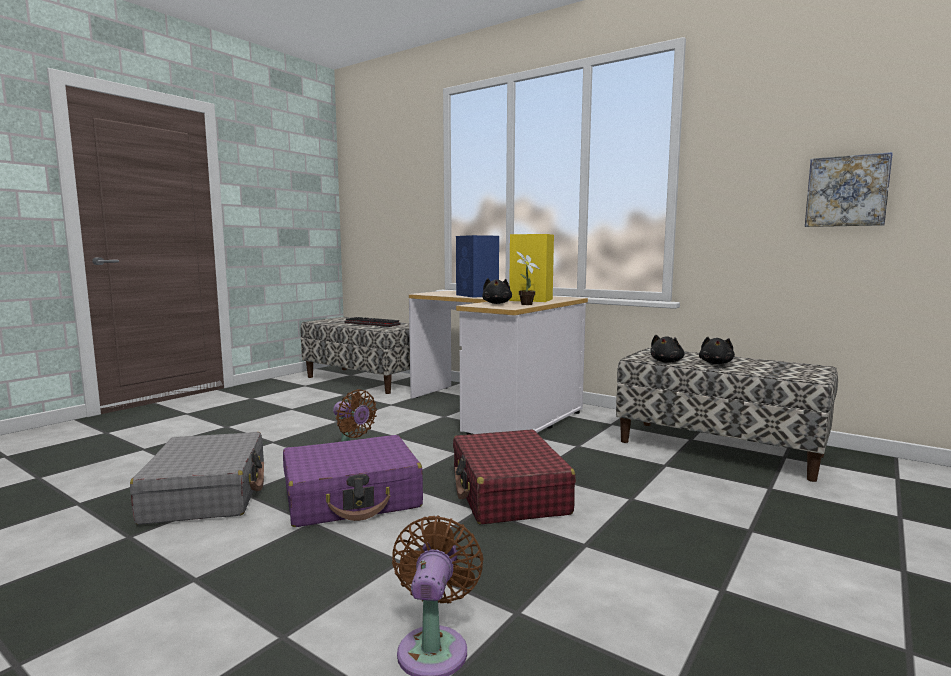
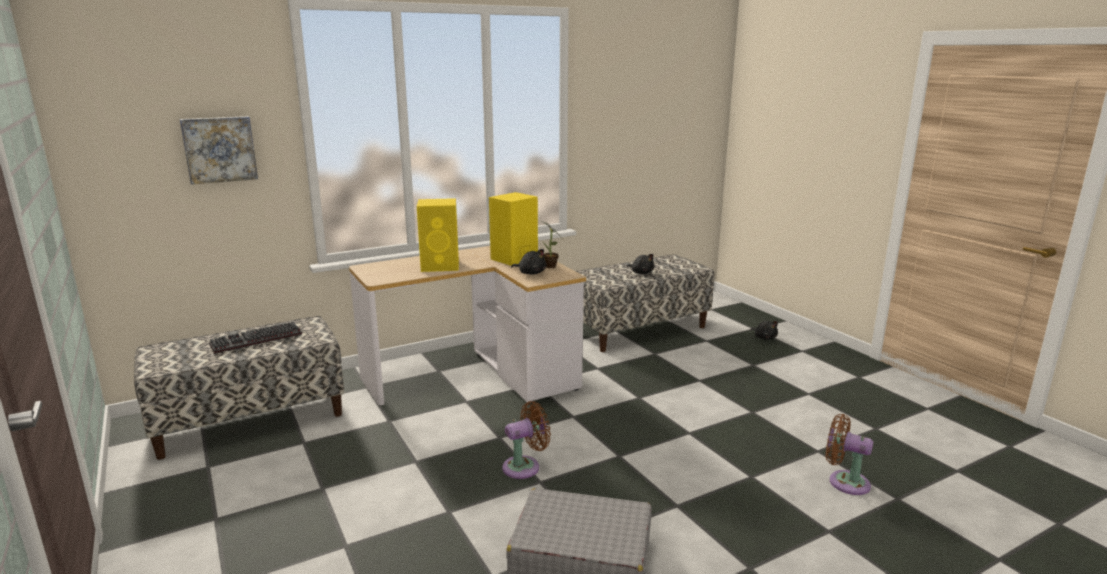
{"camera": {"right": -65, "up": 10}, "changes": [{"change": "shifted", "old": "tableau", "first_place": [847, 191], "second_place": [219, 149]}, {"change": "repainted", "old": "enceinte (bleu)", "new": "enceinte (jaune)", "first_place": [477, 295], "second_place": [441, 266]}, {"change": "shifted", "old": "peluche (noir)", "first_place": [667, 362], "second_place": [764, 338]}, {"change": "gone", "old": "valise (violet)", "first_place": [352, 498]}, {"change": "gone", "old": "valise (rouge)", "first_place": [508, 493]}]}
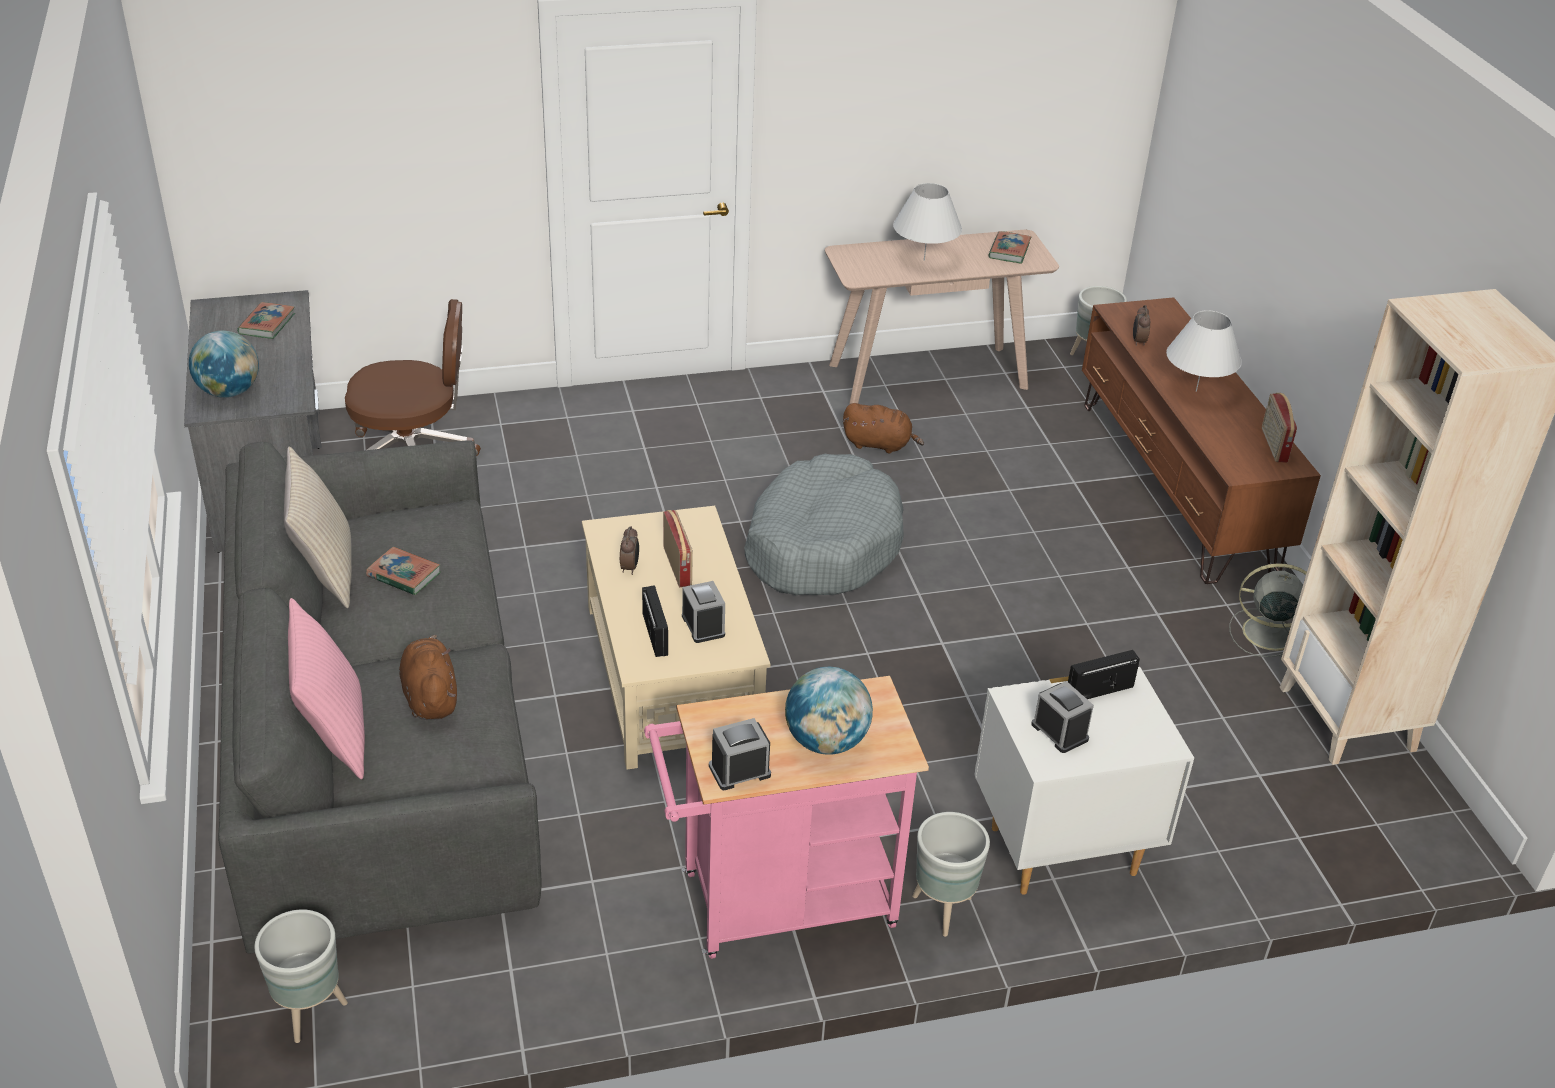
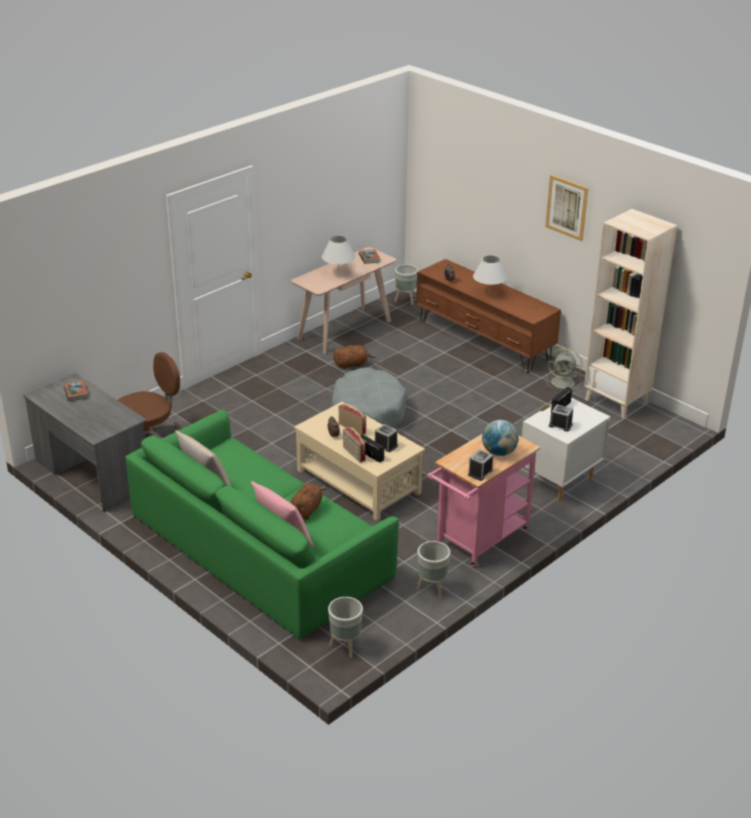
{"camera": {"right": -30, "up": -5}, "changes": [{"change": "repainted", "old": "canapé (gris)", "new": "canapé (vert)", "first_place": [381, 727], "second_place": [260, 546]}, {"change": "rotated", "old": "peluche (marron)", "first_place": [430, 696], "second_place": [306, 510], "degrees": 75}, {"change": "shifted", "old": "radio", "first_place": [1273, 445], "second_place": [353, 454]}, {"change": "shifted", "old": "cache-pot (gris)", "first_place": [941, 910], "second_place": [432, 589]}, {"change": "new", "new": "tableau", "second_place": [567, 207]}, {"change": "rotated", "old": "ventilateur (gris)", "first_place": [1266, 633], "second_place": [564, 382], "degrees": -150}, {"change": "gone", "old": "globe", "first_place": [229, 392]}, {"change": "gone", "old": "livre", "first_place": [404, 575]}]}
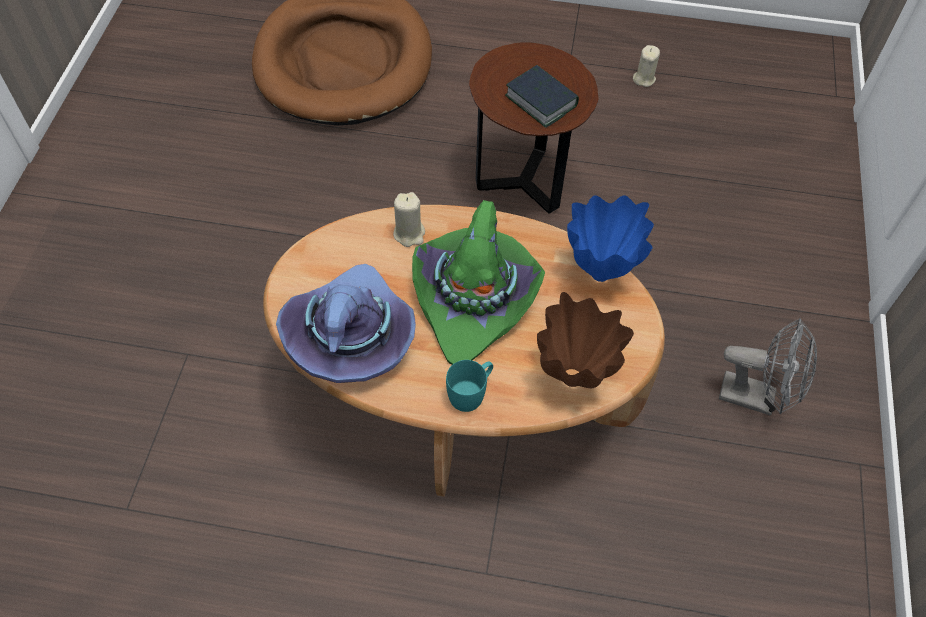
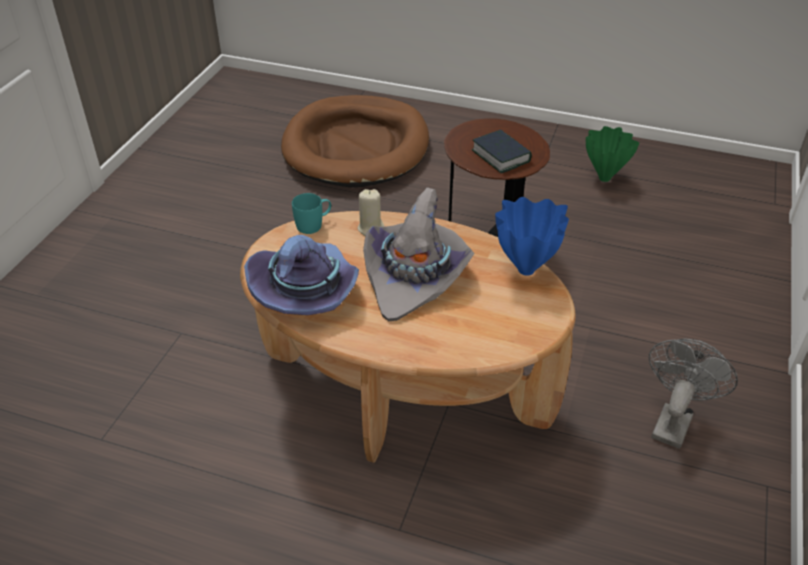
{"camera": {"right": 10, "up": -15}, "changes": [{"change": "shifted", "old": "mug (turquoise)", "first_place": [471, 392], "second_place": [314, 224]}, {"change": "repainted", "old": "chapeau (vert)", "new": "chapeau (gris)", "first_place": [475, 298], "second_place": [415, 276]}, {"change": "swapped", "old": "bougie (beige)", "new": "vase (vert)", "first_place": [643, 79], "second_place": [605, 178]}, {"change": "rotated", "old": "ventilateur (gris)", "first_place": [756, 397], "second_place": [673, 420], "degrees": -90}, {"change": "gone", "old": "vase (marron)", "first_place": [573, 379]}]}
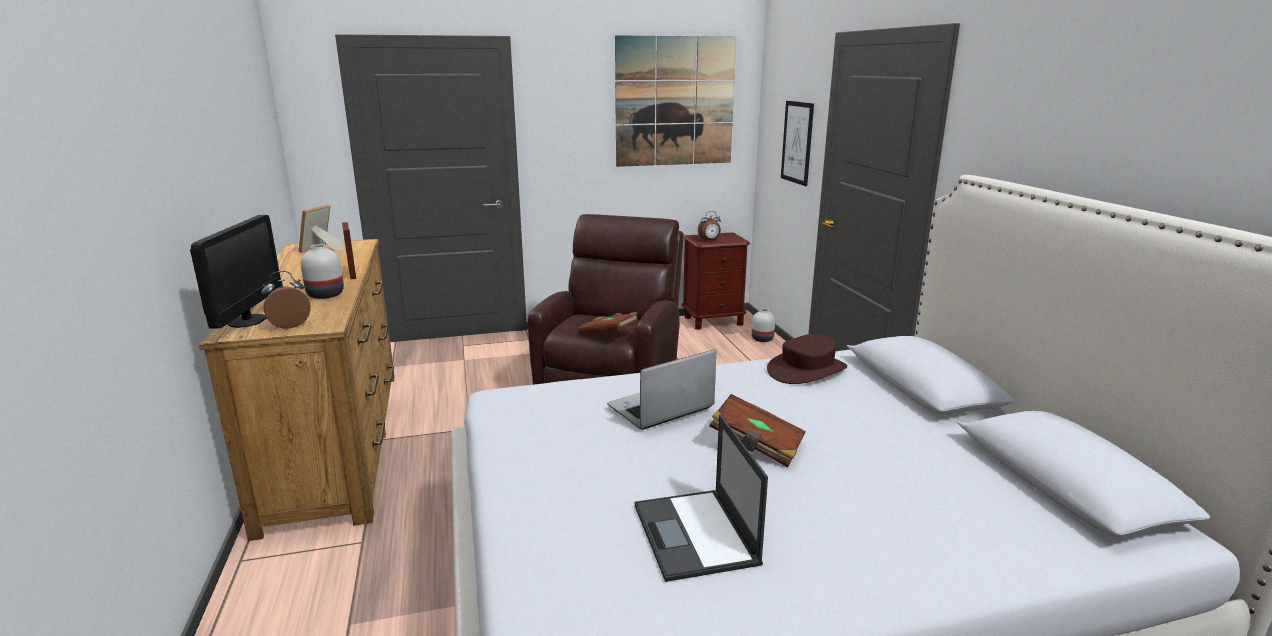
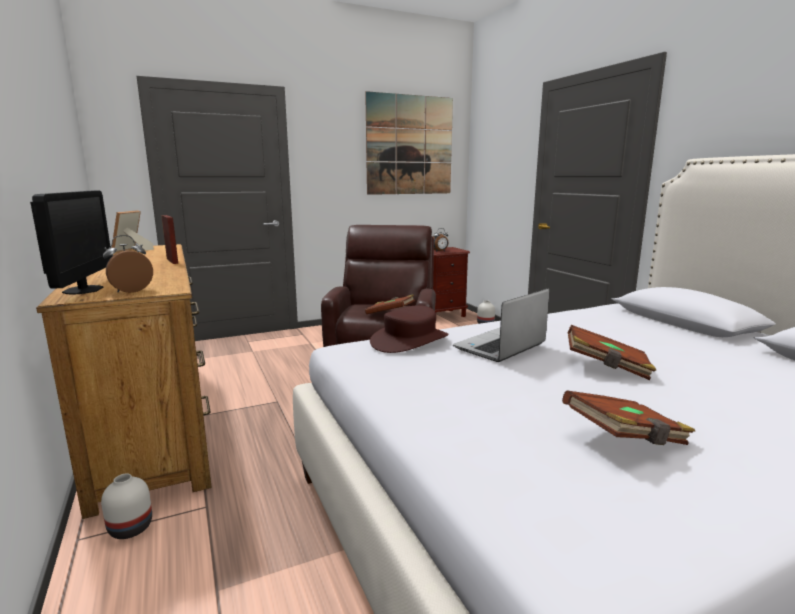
{"camera": {"right": -10, "up": -5}, "changes": [{"change": "shifted", "old": "vase (blanc)", "first_place": [325, 294], "second_place": [130, 527]}, {"change": "shifted", "old": "chapeau (marron)", "first_place": [807, 370], "second_place": [410, 340]}, {"change": "swapped", "old": "ordinateur portable", "new": "livre (marron)", "first_place": [696, 535], "second_place": [626, 439]}, {"change": "gone", "old": "tableau", "first_place": [797, 142]}]}
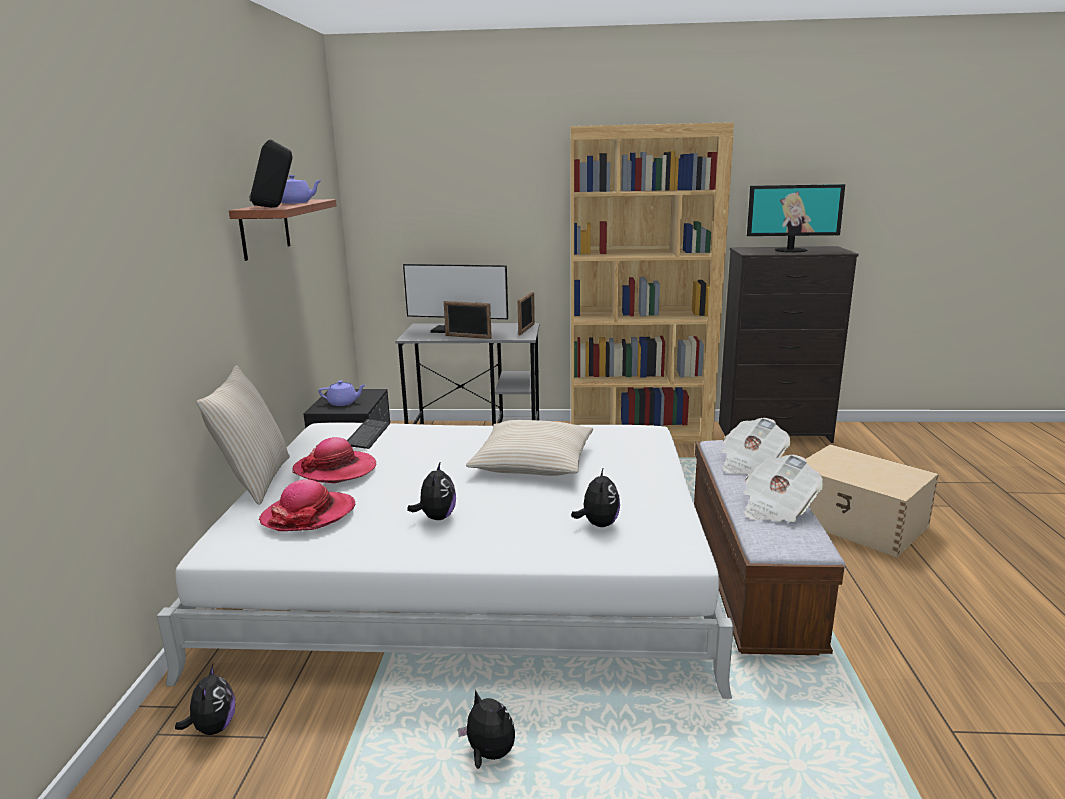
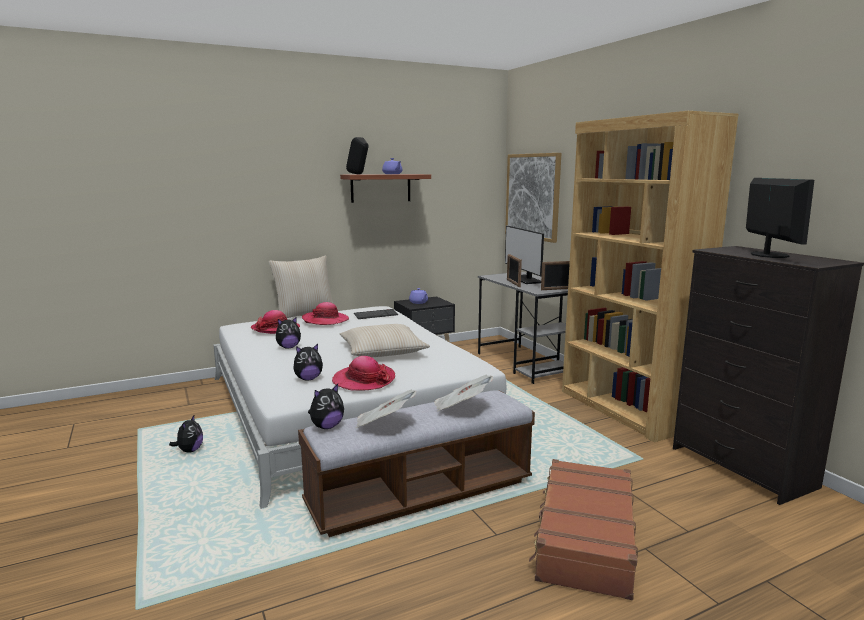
{"camera": {"right": 60, "up": -5}, "changes": [{"change": "shifted", "old": "peluche", "first_place": [213, 727], "second_place": [326, 426]}, {"change": "new", "new": "chapeau", "second_place": [364, 380]}, {"change": "new", "new": "tableau", "second_place": [532, 196]}, {"change": "swapped", "old": "boîte de rangement (beige)", "new": "valise (marron)", "first_place": [858, 522], "second_place": [584, 538]}, {"change": "rotated", "old": "écran d'ordinateur", "first_place": [790, 250], "second_place": [768, 255], "degrees": -150}]}
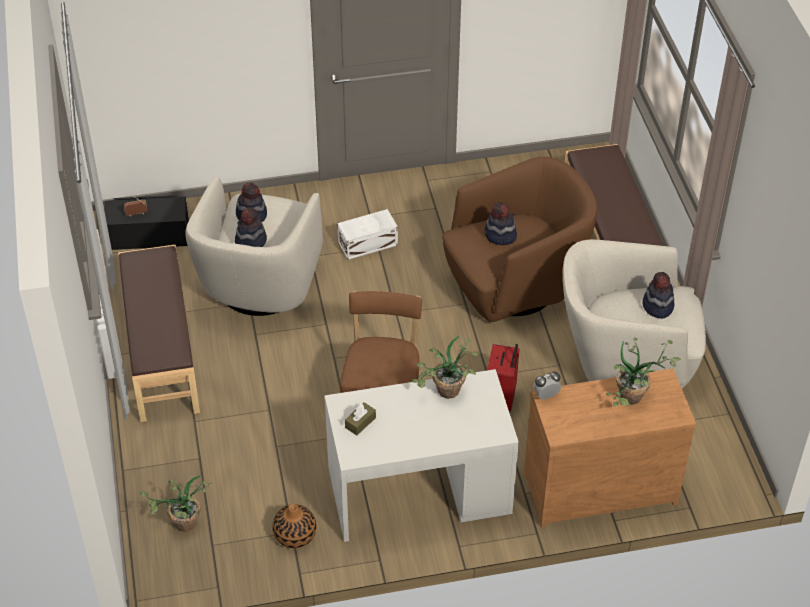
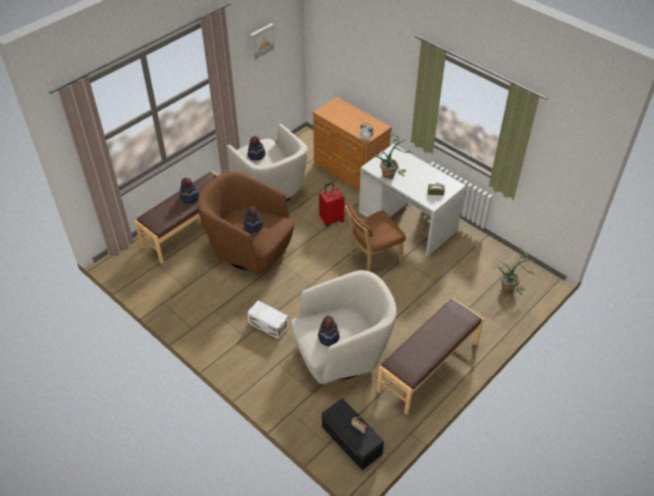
{"camera": {"right": -125, "up": 0}, "changes": [{"change": "shifted", "old": "chapeau", "first_place": [250, 241], "second_place": [190, 197]}, {"change": "new", "new": "tableau", "second_place": [261, 41]}, {"change": "gone", "old": "vase", "first_place": [295, 535]}, {"change": "gone", "old": "plante en pot", "first_place": [633, 401]}]}
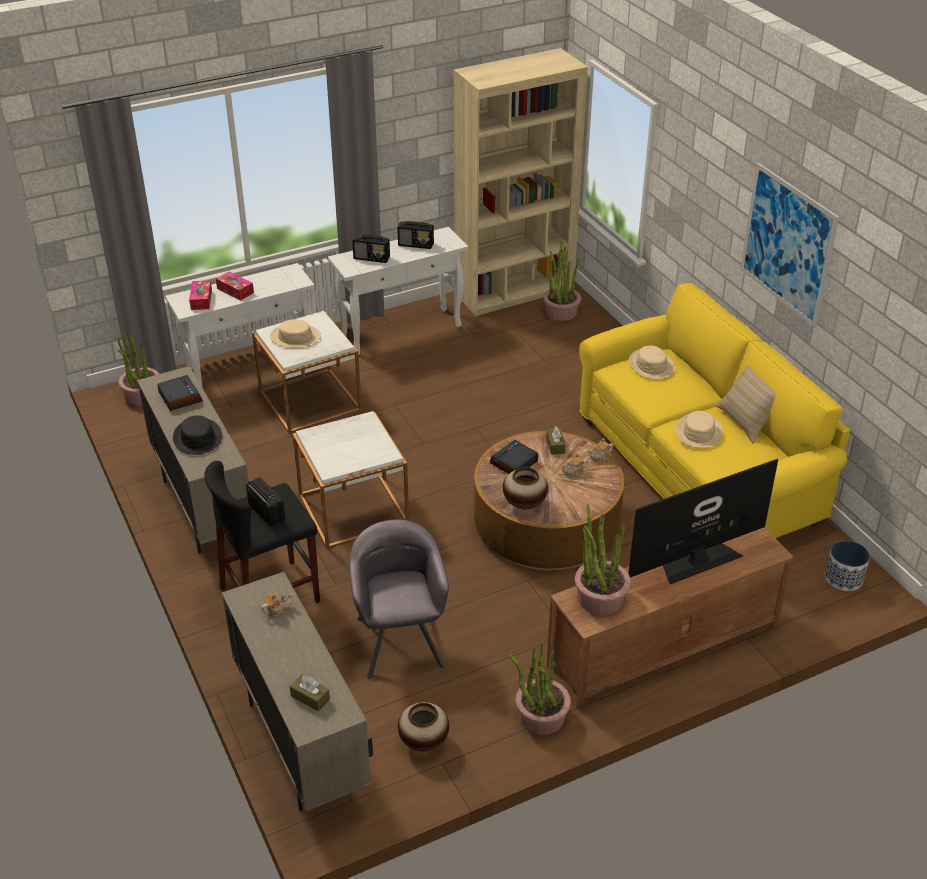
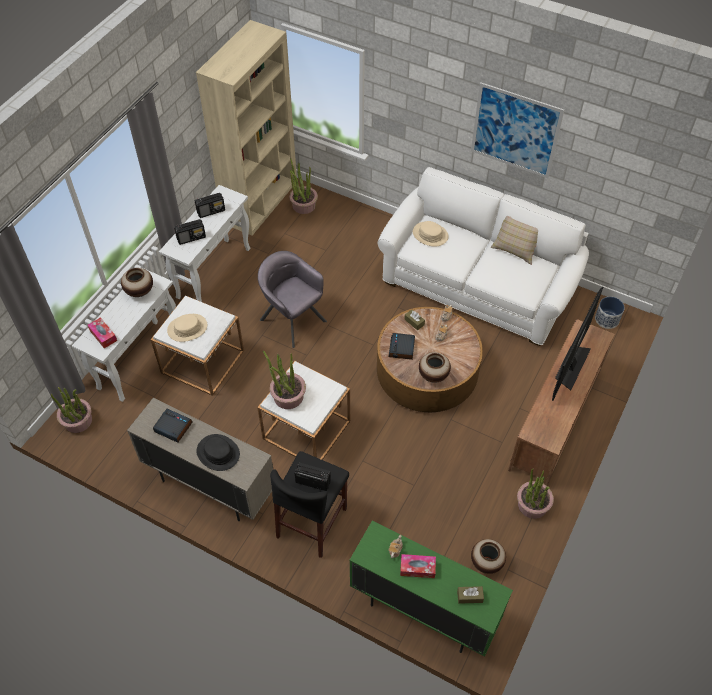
{"camera": {"right": -35, "up": 15}, "changes": [{"change": "new", "new": "vase", "second_place": [140, 291]}, {"change": "shifted", "old": "fauteuil (gris)", "first_place": [400, 641], "second_place": [293, 320]}, {"change": "shifted", "old": "plante en pot", "first_place": [600, 597], "second_place": [288, 396]}, {"change": "repainted", "old": "meuble de rangement (beige)", "new": "meuble de rangement (vert)", "first_place": [301, 745], "second_place": [423, 611]}, {"change": "repainted", "old": "canapé (jaune)", "new": "canapé (blanc)", "first_place": [697, 468], "second_place": [477, 285]}, {"change": "shifted", "old": "boîte à mouchoirs", "first_place": [235, 290], "second_place": [417, 568]}, {"change": "gone", "old": "chapeau (beige)", "first_place": [698, 432]}]}
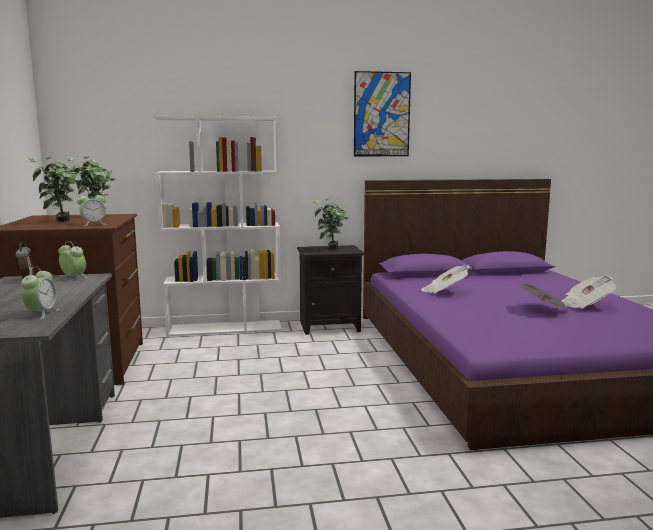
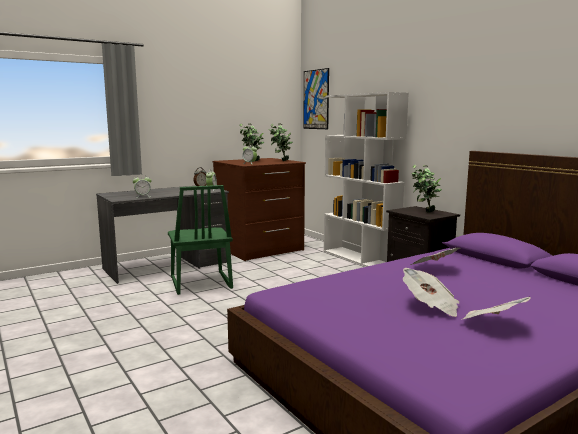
{"camera": {"right": 65, "up": 0}, "changes": [{"change": "new", "new": "chaise (vert)", "second_place": [200, 284]}, {"change": "shifted", "old": "tableau", "first_place": [381, 114], "second_place": [316, 99]}]}
